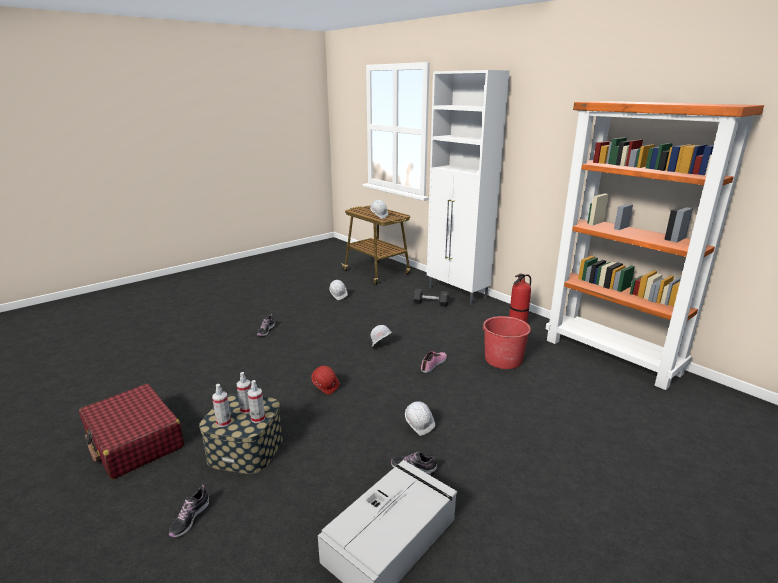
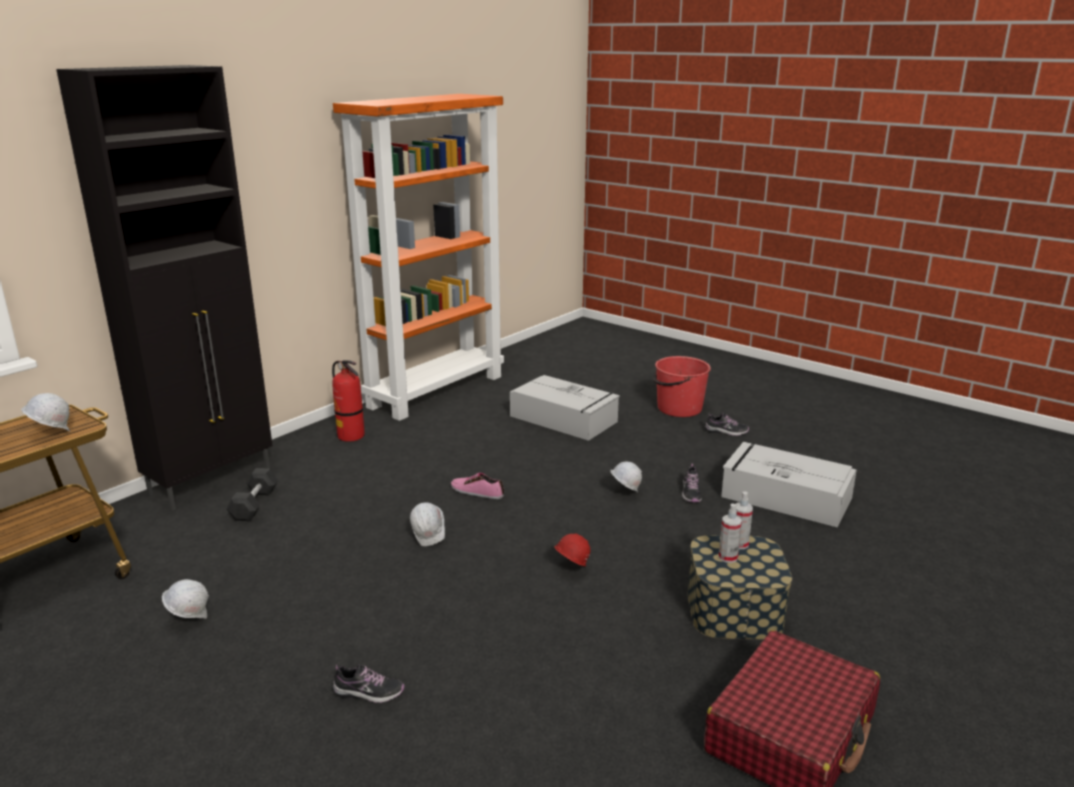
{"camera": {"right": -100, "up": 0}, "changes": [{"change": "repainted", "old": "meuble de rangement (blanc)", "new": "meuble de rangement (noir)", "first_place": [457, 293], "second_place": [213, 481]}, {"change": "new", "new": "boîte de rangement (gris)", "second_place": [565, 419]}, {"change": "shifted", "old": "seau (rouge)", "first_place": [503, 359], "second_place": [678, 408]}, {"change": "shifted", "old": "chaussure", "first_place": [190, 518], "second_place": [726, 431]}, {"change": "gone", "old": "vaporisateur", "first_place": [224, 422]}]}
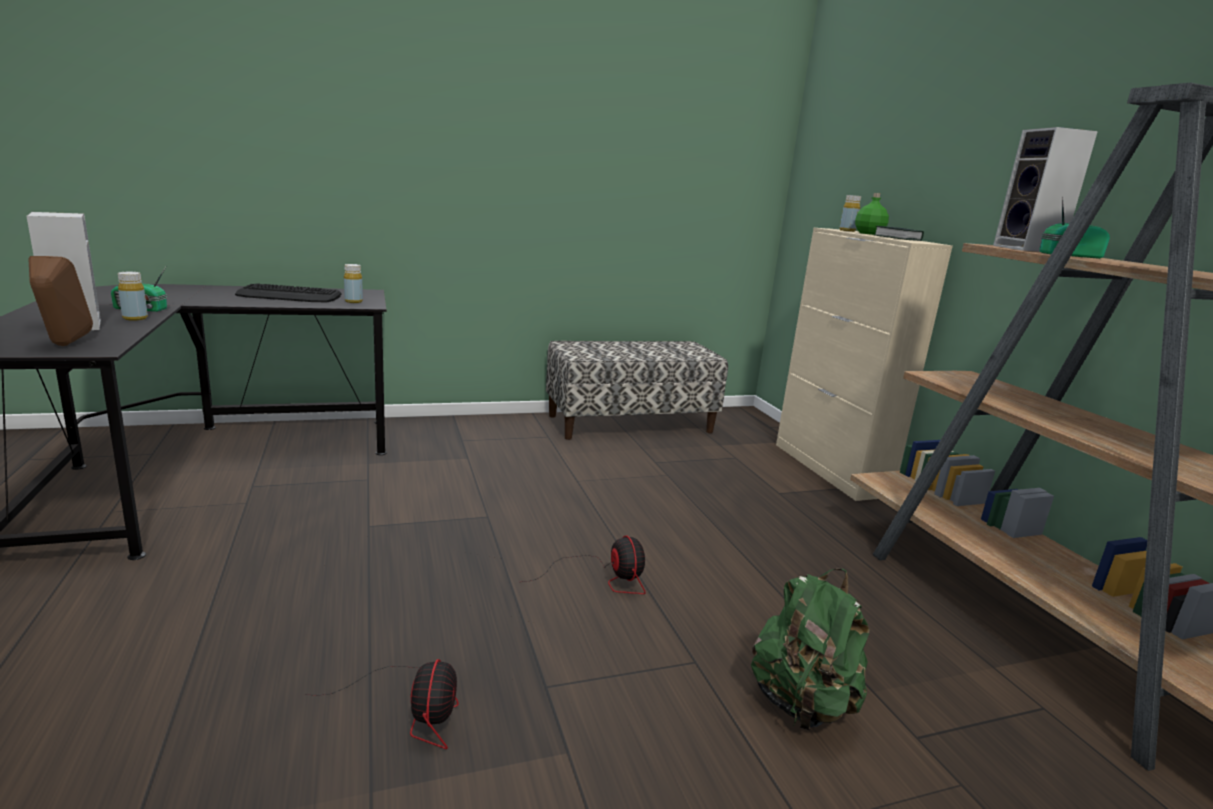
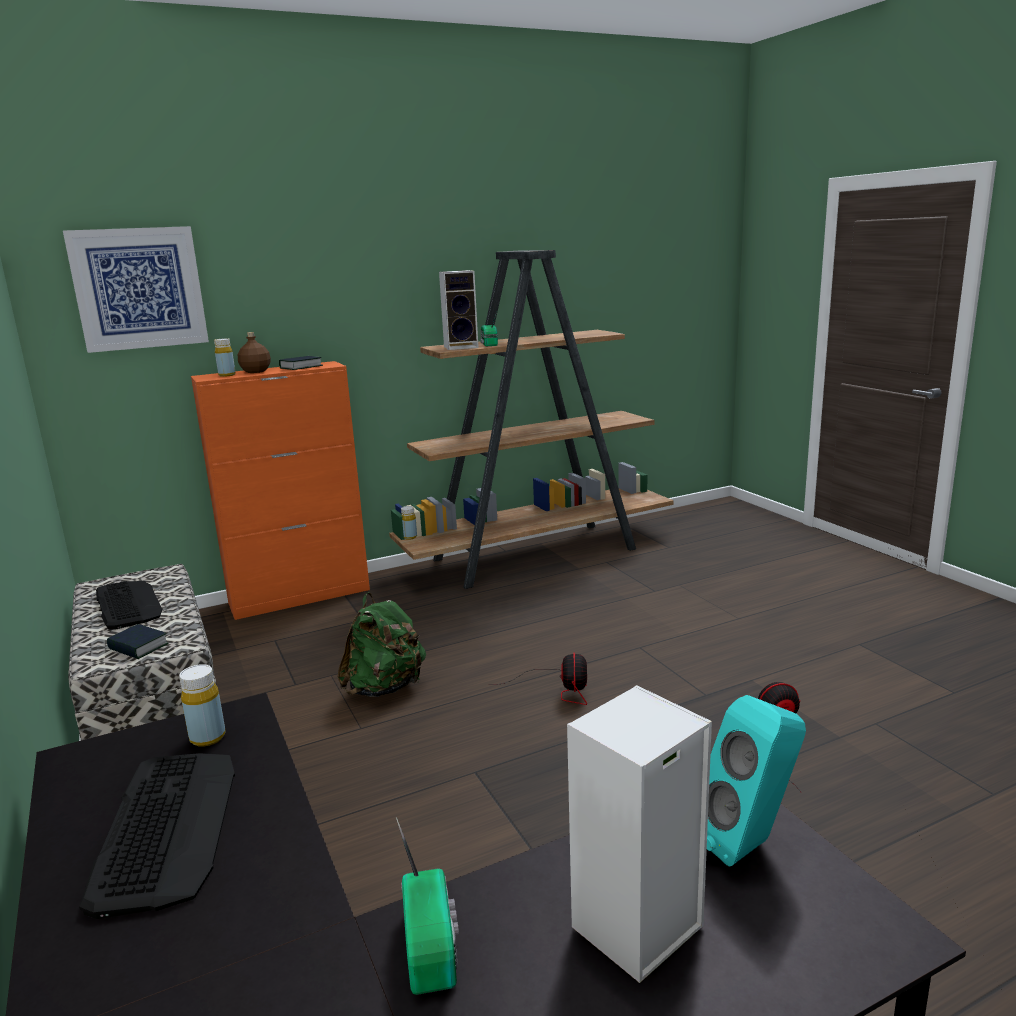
{"camera": {"right": -95, "up": 0}, "changes": [{"change": "new", "new": "tableau", "second_place": [139, 288]}, {"change": "new", "new": "clavier", "second_place": [128, 605]}, {"change": "new", "new": "livre", "second_place": [138, 647]}, {"change": "repainted", "old": "meuble de rangement (beige)", "new": "meuble de rangement (orange)", "first_place": [830, 469], "second_place": [300, 596]}, {"change": "repainted", "old": "bouteille (vert)", "new": "bouteille (marron)", "first_place": [869, 234], "second_place": [256, 371]}, {"change": "shifted", "old": "sac à dos (vert)", "first_place": [802, 704], "second_place": [385, 688]}, {"change": "shifted", "old": "bouteille (jaune)", "first_place": [135, 318], "second_place": [410, 537]}, {"change": "rotated", "old": "ventilateur", "first_place": [603, 578], "second_place": [560, 689], "degrees": 120}, {"change": "repainted", "old": "enceinte (marron)", "new": "enceinte (turquoise)", "first_place": [64, 346], "second_place": [749, 843]}]}
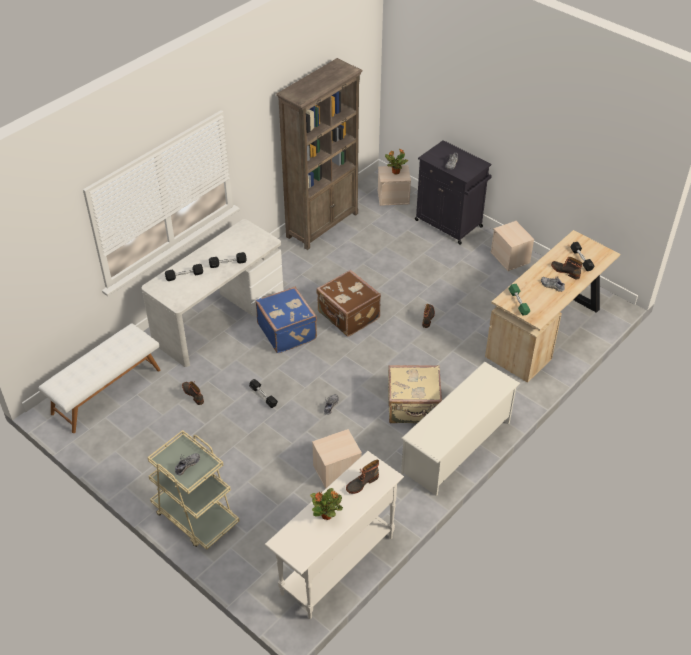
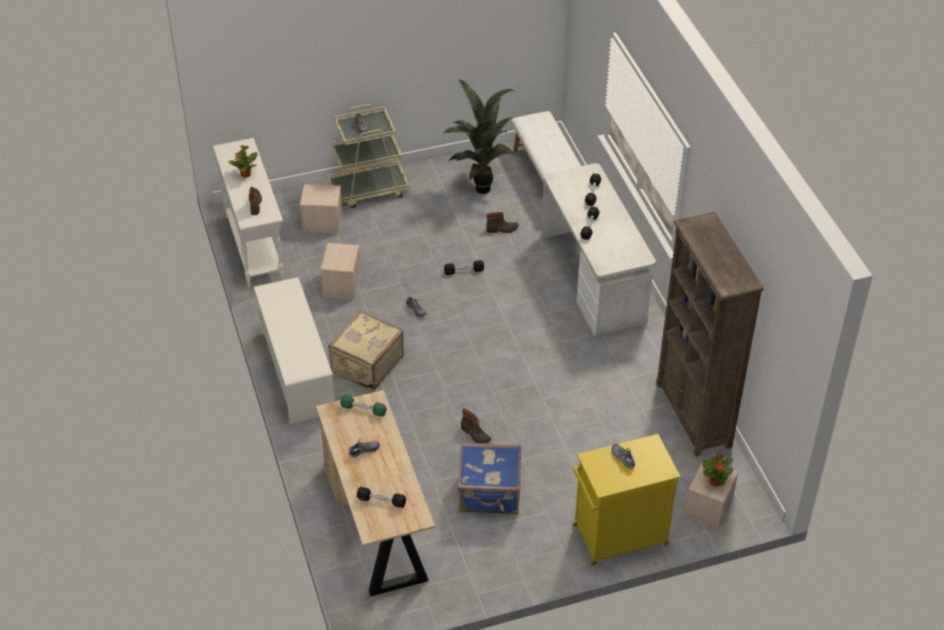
{"camera": {"right": 120, "up": 0}, "changes": [{"change": "shifted", "old": "boîte de rangement (beige)", "first_place": [510, 257], "second_place": [322, 222]}, {"change": "new", "new": "plante en pot", "second_place": [480, 187]}, {"change": "shifted", "old": "valise (bleu)", "first_place": [287, 331], "second_place": [490, 494]}, {"change": "repainted", "old": "meuble de rangement (noir)", "new": "meuble de rangement (jaune)", "first_place": [449, 224], "second_place": [618, 536]}, {"change": "gone", "old": "valise (marron)", "first_place": [348, 316]}, {"change": "gone", "old": "botte", "first_place": [565, 271]}]}
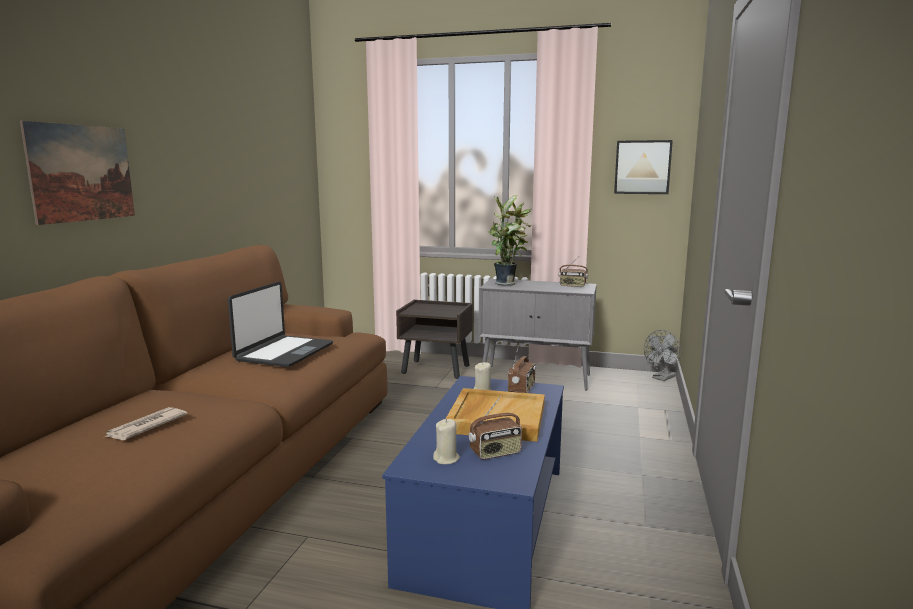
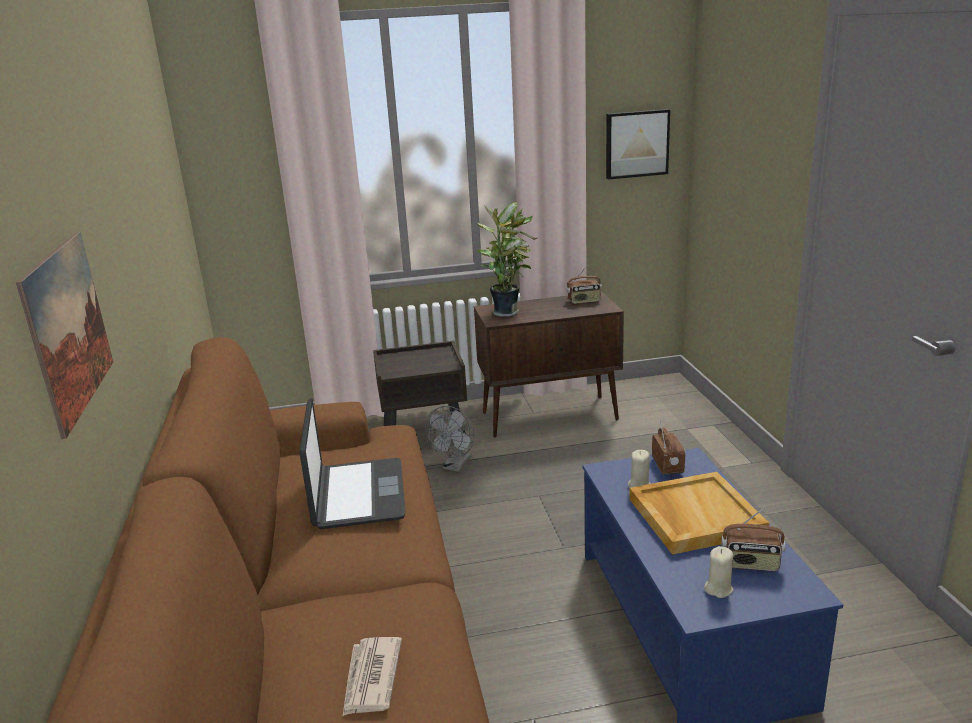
{"camera": {"right": -25, "up": 10}, "changes": [{"change": "shifted", "old": "ventilateur (gris)", "first_place": [662, 378], "second_place": [455, 466]}, {"change": "repainted", "old": "meuble de rangement (gris)", "new": "meuble de rangement (marron)", "first_place": [537, 377], "second_place": [551, 416]}, {"change": "rotated", "old": "radio", "first_place": [495, 453], "second_place": [751, 564], "degrees": 60}]}
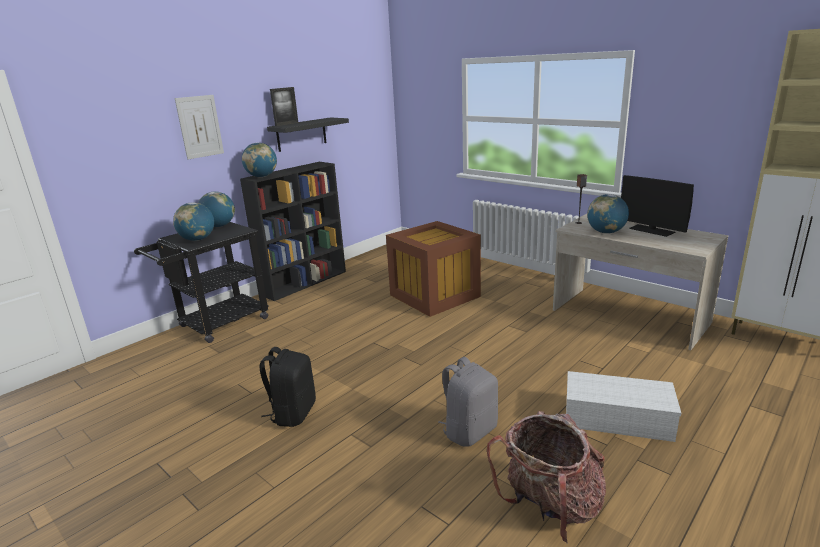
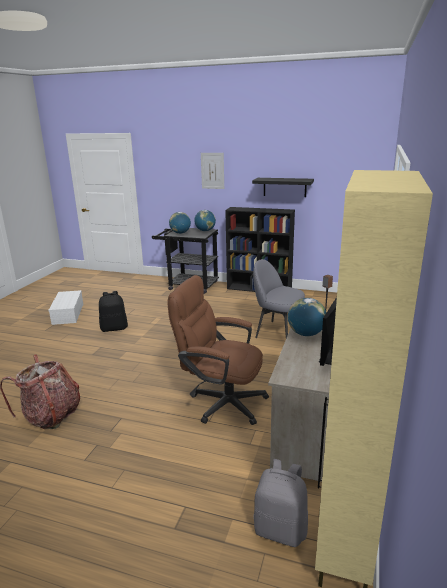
{"camera": {"right": 65, "up": 0}, "changes": [{"change": "shifted", "old": "boîte de rangement (blanc)", "first_place": [618, 418], "second_place": [68, 314]}, {"change": "new", "new": "chaise de bureau (marron)", "second_place": [221, 402]}, {"change": "swapped", "old": "boîte de rangement (marron)", "new": "chaise (gris)", "first_place": [433, 296], "second_place": [277, 332]}, {"change": "shifted", "old": "sac à dos (gris)", "first_place": [469, 431], "second_place": [281, 529]}, {"change": "gone", "old": "globe", "first_place": [262, 176]}, {"change": "gone", "old": "cadre photo", "first_place": [286, 124]}]}
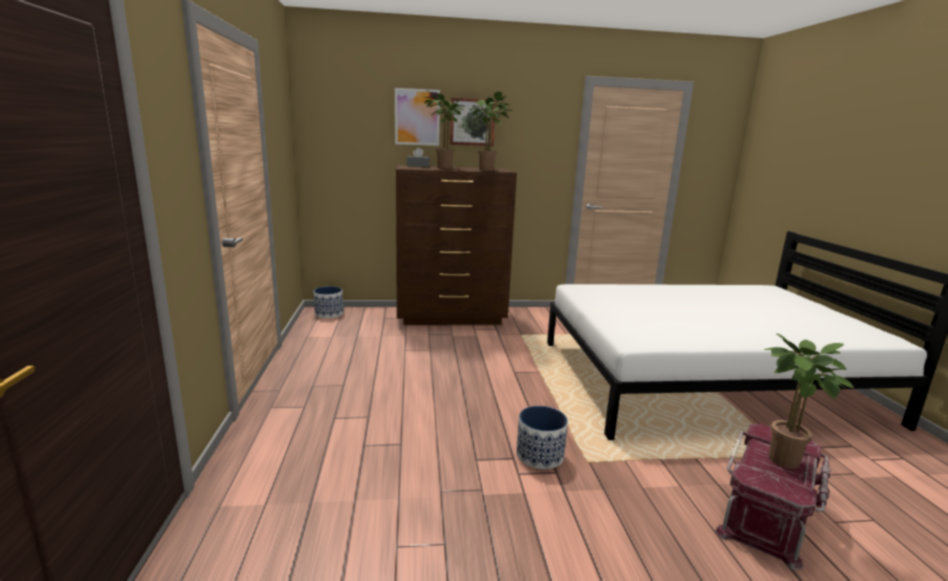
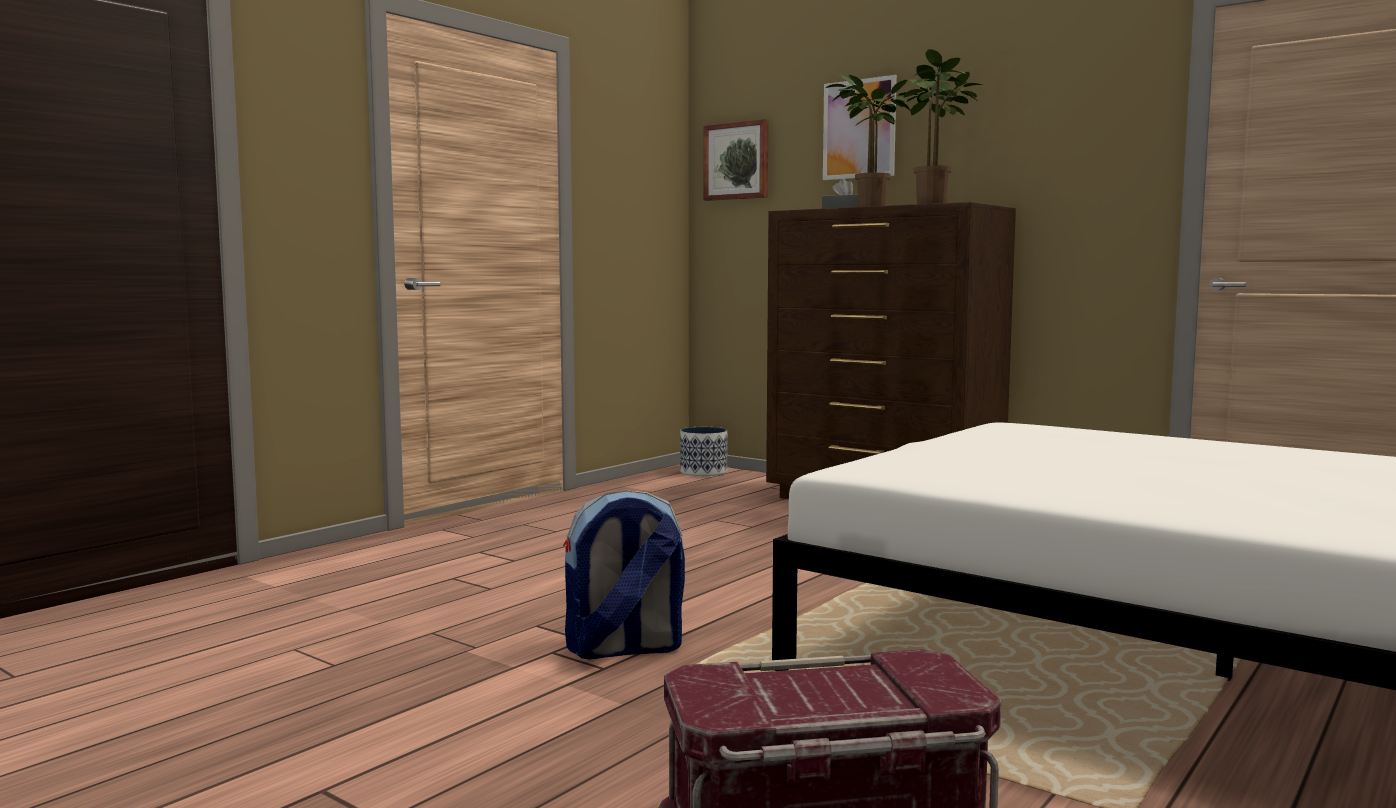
{"camera": {"right": 45, "up": -10}, "changes": [{"change": "swapped", "old": "cache-pot", "new": "sac à dos", "first_place": [540, 455], "second_place": [624, 649]}, {"change": "shifted", "old": "tableau", "first_place": [472, 122], "second_place": [737, 161]}, {"change": "gone", "old": "plante en pot", "first_place": [784, 463]}]}
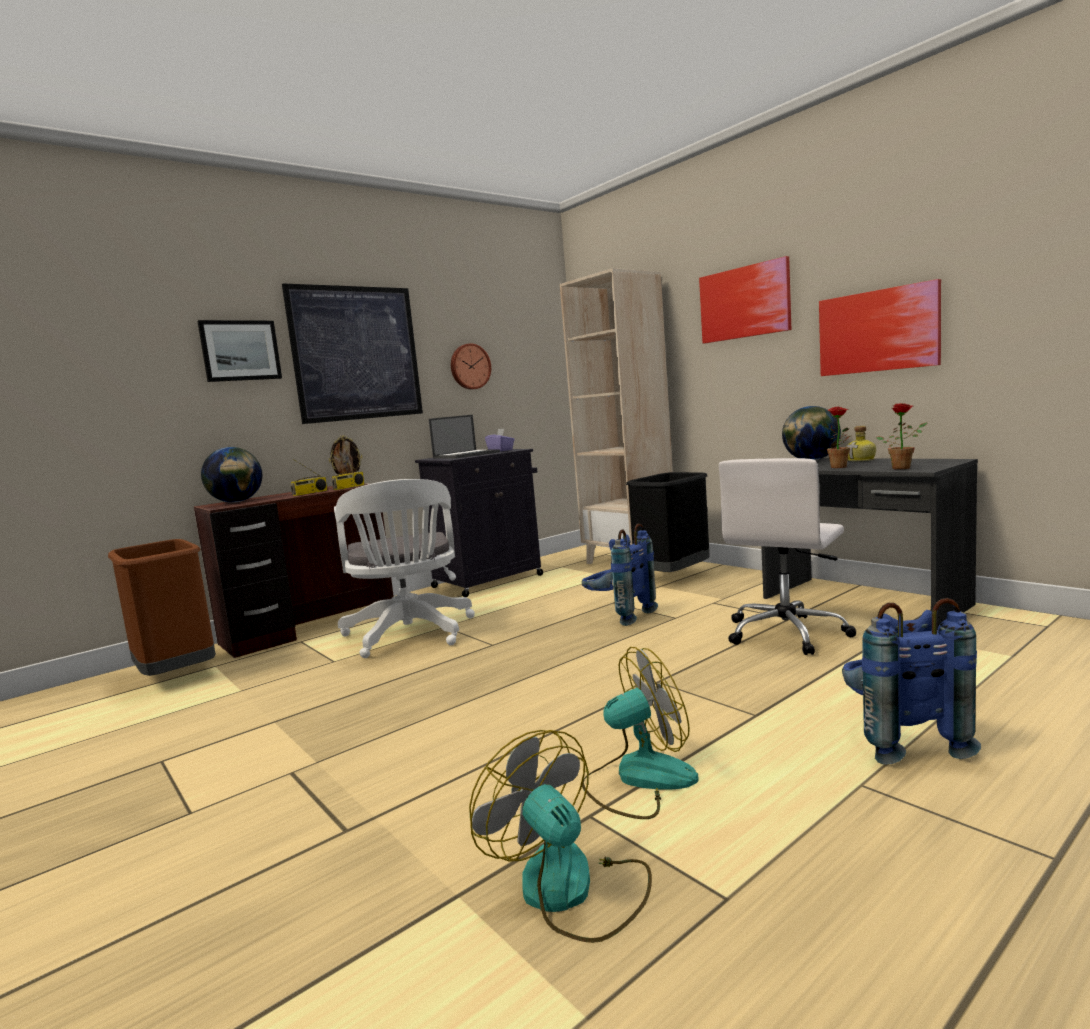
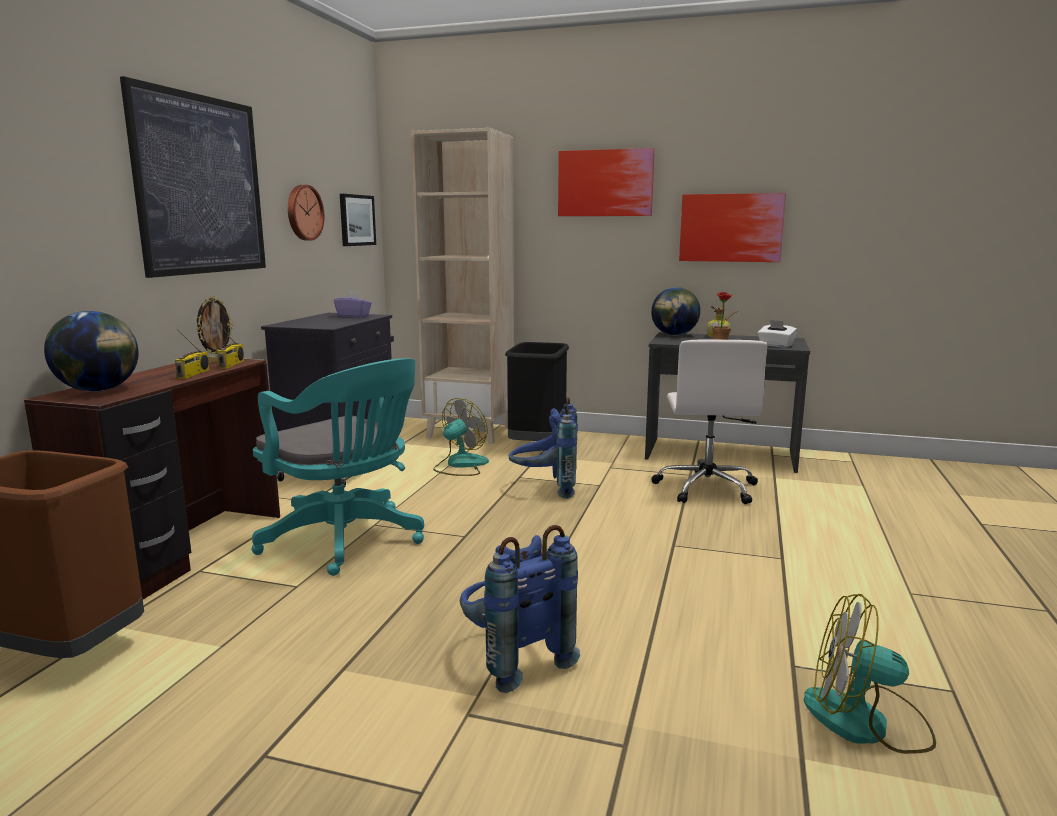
{"camera": {"right": -35, "up": 5}, "changes": [{"change": "repainted", "old": "chaise de bureau (blanc)", "new": "chaise de bureau (turquoise)", "first_place": [409, 635], "second_place": [347, 541]}, {"change": "shifted", "old": "tableau", "first_place": [240, 350], "second_place": [356, 220]}, {"change": "shifted", "old": "ventilateur", "first_place": [638, 779], "second_place": [460, 465]}, {"change": "shifted", "old": "sac à dos (bleu)", "first_place": [899, 739], "second_place": [512, 658]}, {"change": "swapped", "old": "plante en pot", "new": "boîte à mouchoirs (blanc)", "first_place": [903, 467], "second_place": [775, 345]}, {"change": "gone", "old": "ordinateur portable", "first_place": [467, 455]}]}
